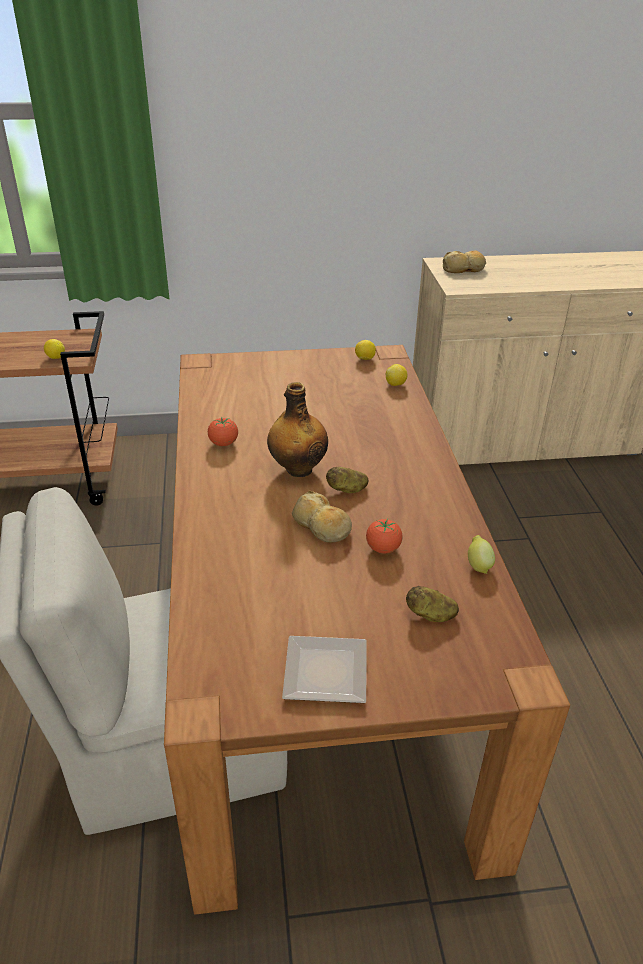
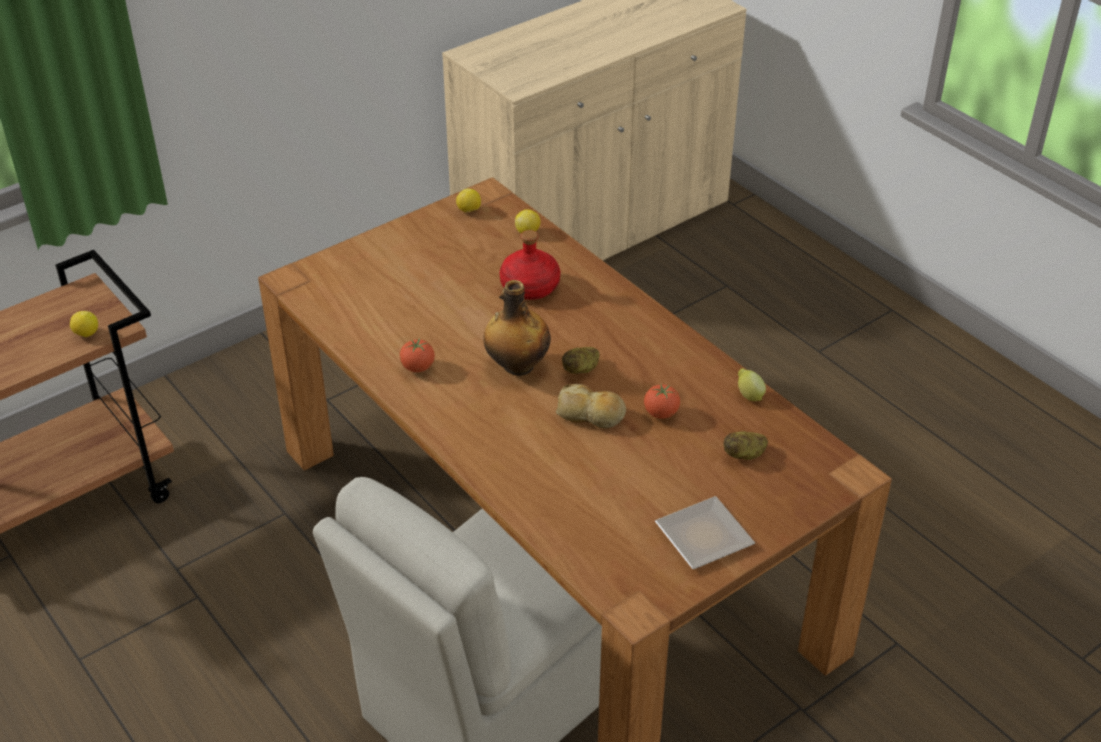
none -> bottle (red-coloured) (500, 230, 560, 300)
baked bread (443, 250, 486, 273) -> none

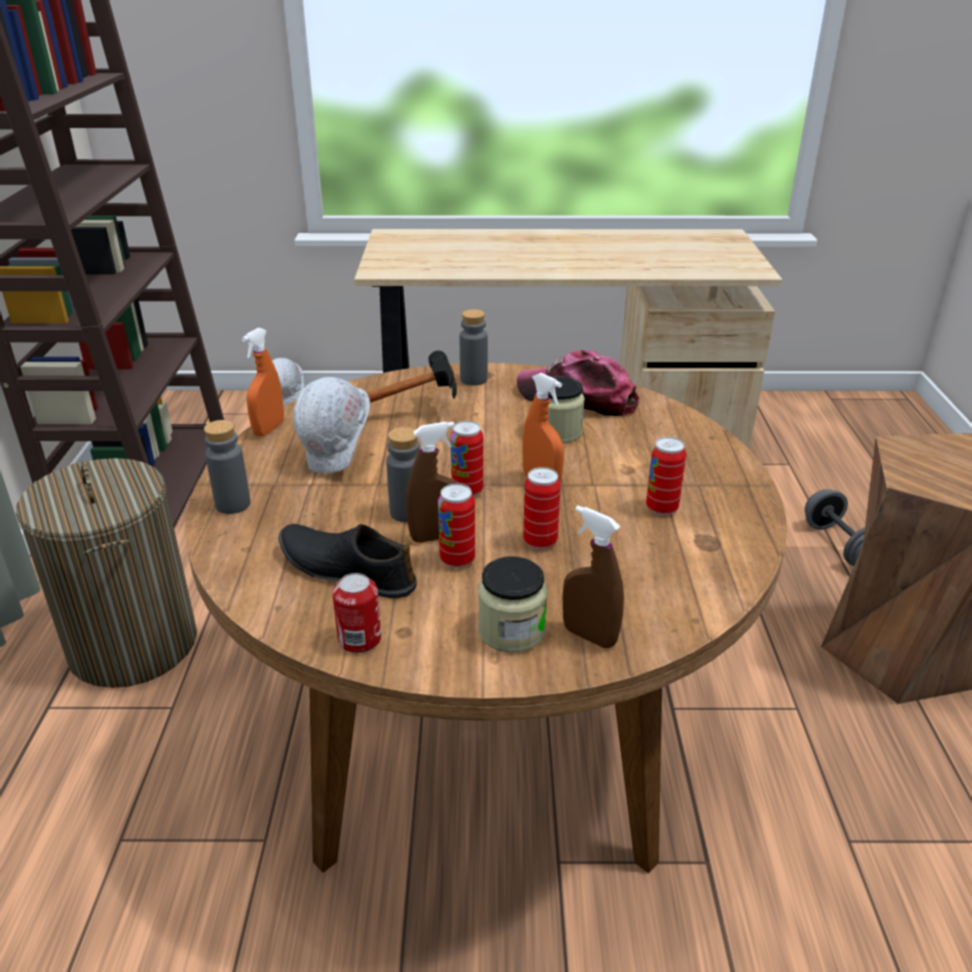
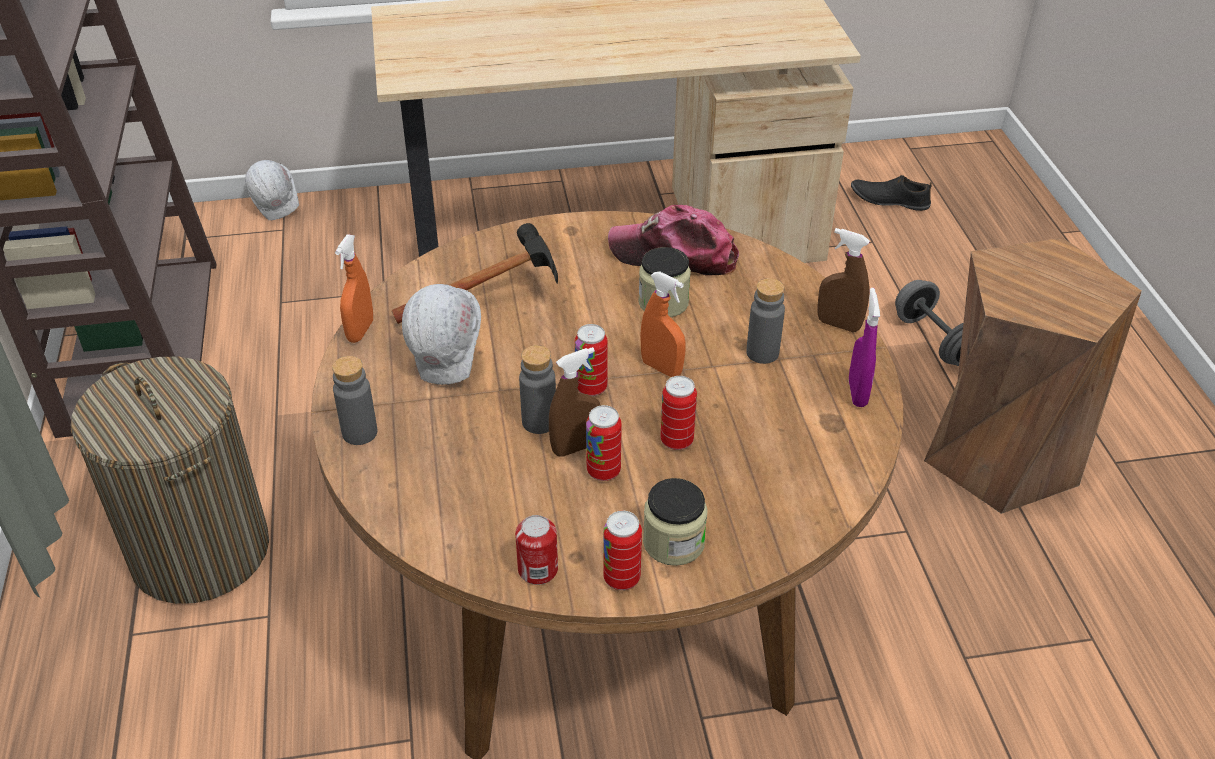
can (646, 437, 686, 516) -> can (603, 511, 642, 590), relocated
bottle (greyish) (460, 309, 488, 386) -> bottle (greyish) (746, 278, 785, 364), relocated
sprayer (brown-coloured) (563, 505, 624, 648) -> sprayer (brown-coloured) (818, 228, 870, 332), relocated
none -> sprayer (purplish) (849, 288, 880, 407)
item of footwear (black-coloured) (279, 524, 417, 598) -> item of footwear (black-coloured) (851, 175, 932, 211), relocated

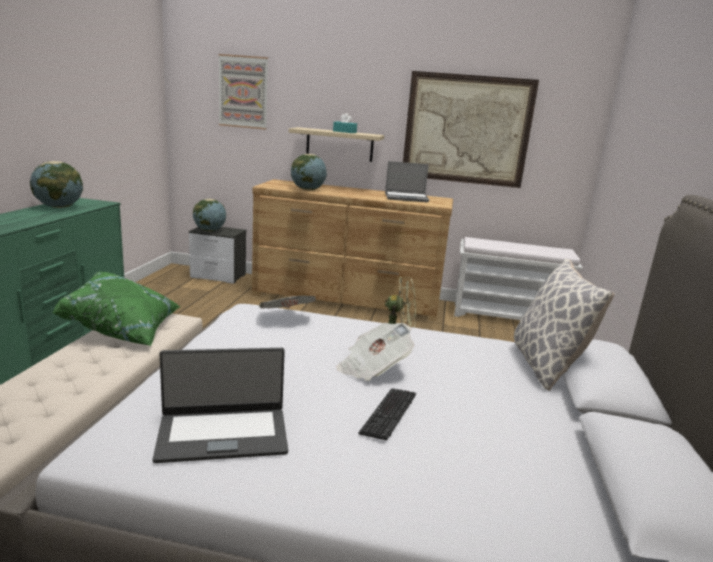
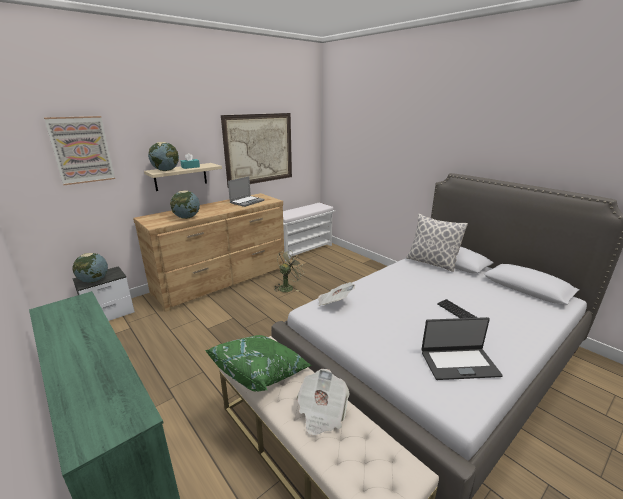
globe (30, 161, 83, 208) -> globe (148, 142, 179, 171), relocated
printed paper (337, 323, 414, 381) -> printed paper (297, 369, 350, 435), relocated
notebook computer (153, 348, 288, 463) -> notebook computer (421, 317, 503, 380), 60 degrees clockwise

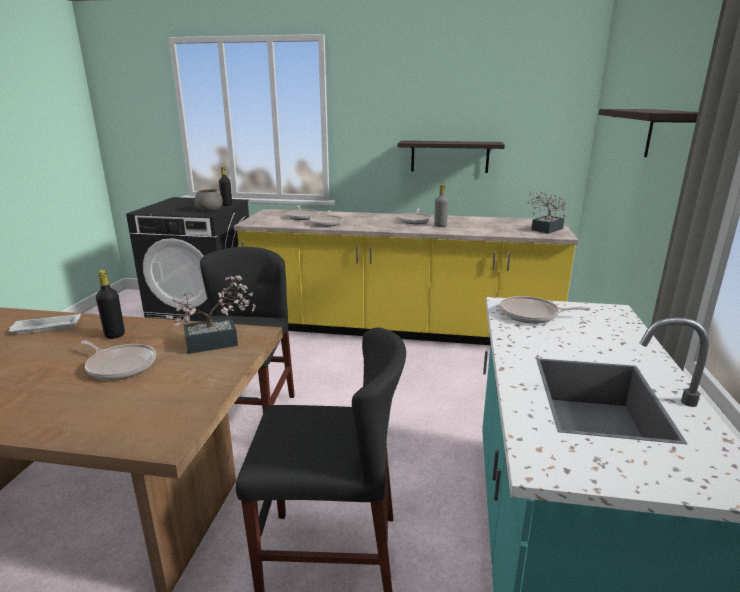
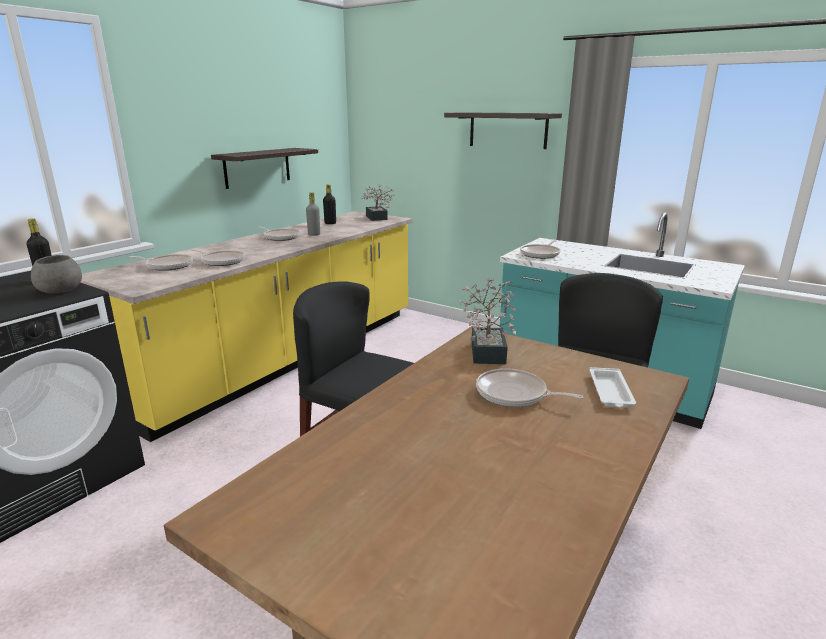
bottle (black-coloured) (96, 270, 125, 339) -> bottle (black-coloured) (323, 185, 336, 224), relocated
pan (81, 340, 156, 380) -> pan (476, 368, 584, 407), 120 degrees counterclockwise
serving tray (white) (9, 313, 81, 334) -> serving tray (white) (589, 367, 636, 407), relocated

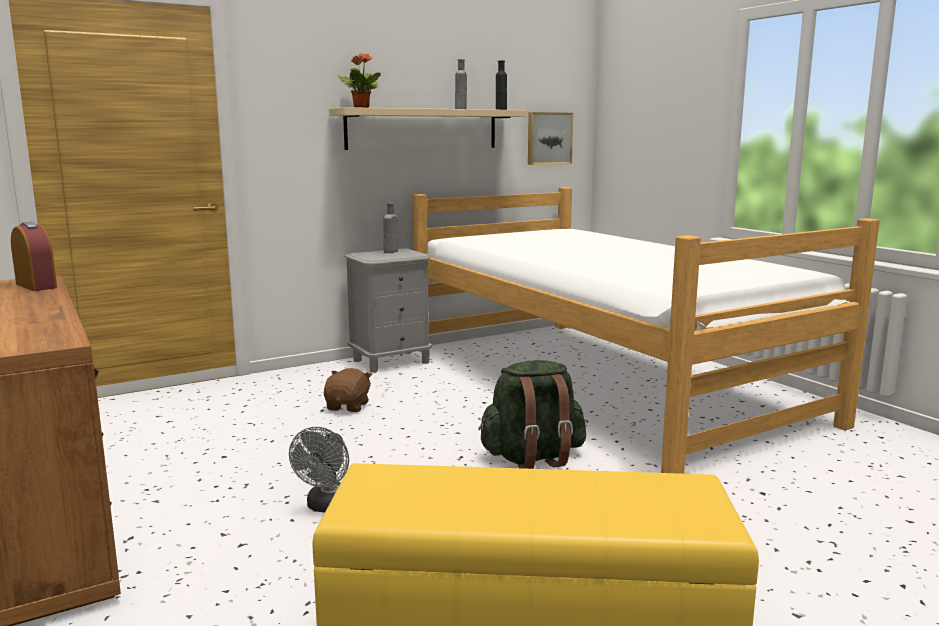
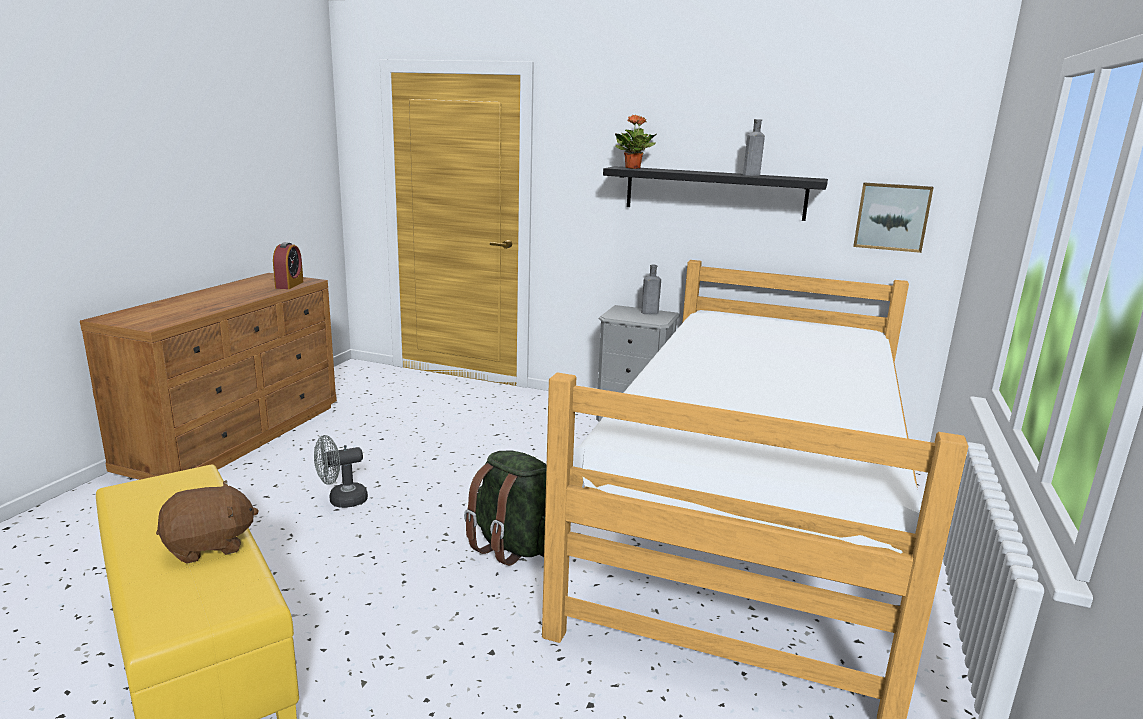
cuddly toy (brown-coloured) (324, 368, 372, 412) -> cuddly toy (brown-coloured) (156, 480, 259, 564), relocated
wall shelf (beige-coloured) (329, 107, 526, 150) -> wall shelf (black-coloured) (603, 166, 828, 221)
bottle (black-coloured) (496, 60, 507, 110) -> none

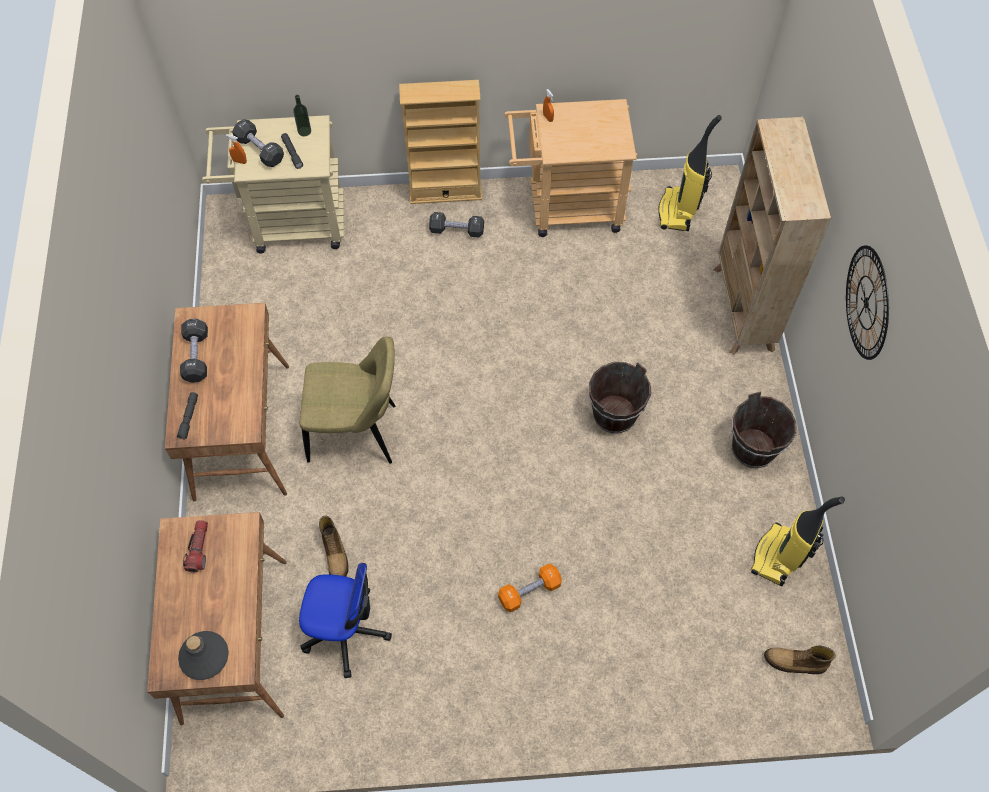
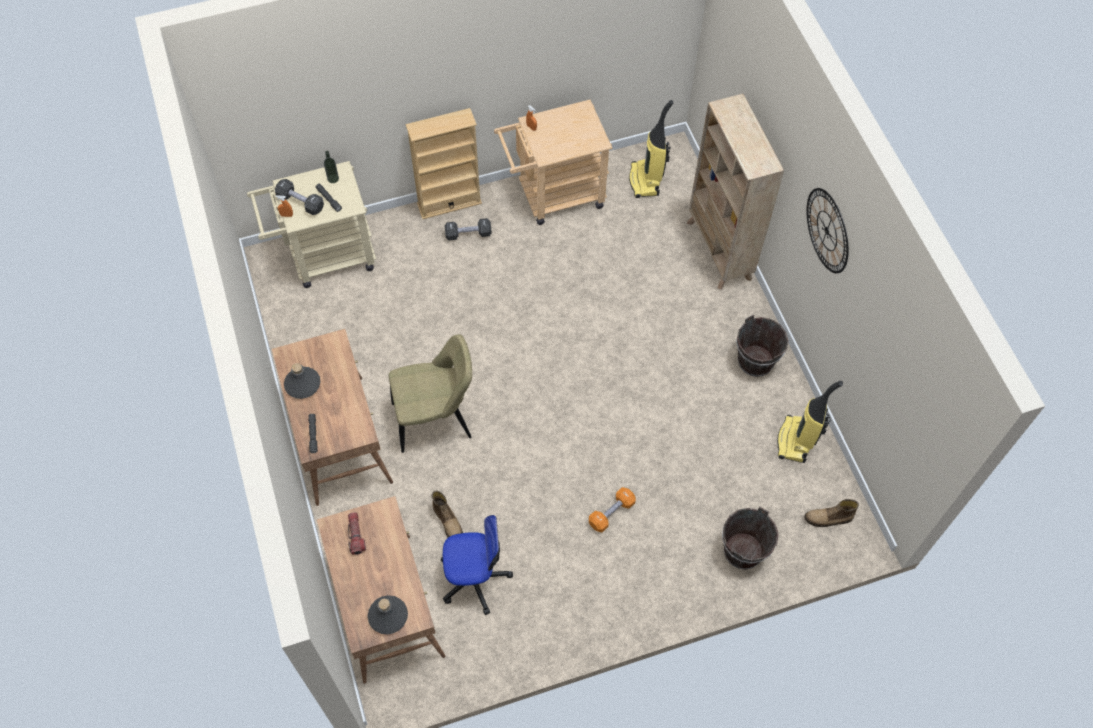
hand weight (black-coloured) (180, 319, 208, 383) -> bottle (greyish) (284, 363, 320, 399)
bucket (brown-coloured) (589, 362, 651, 433) -> bucket (brown-coloured) (722, 507, 779, 570), relocated

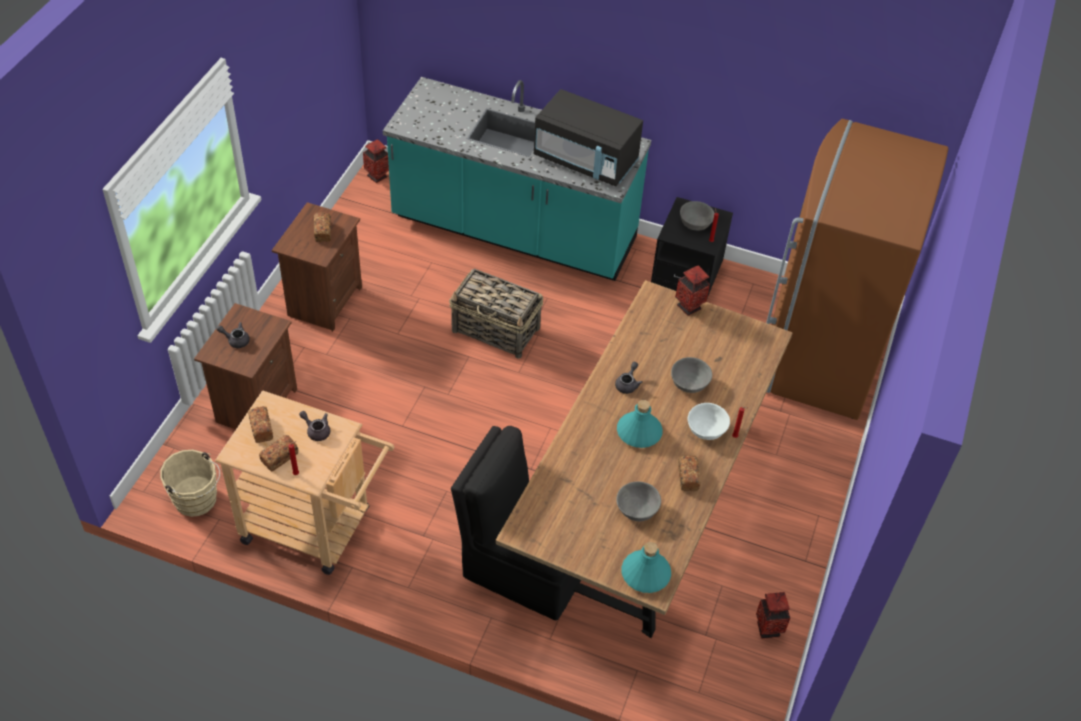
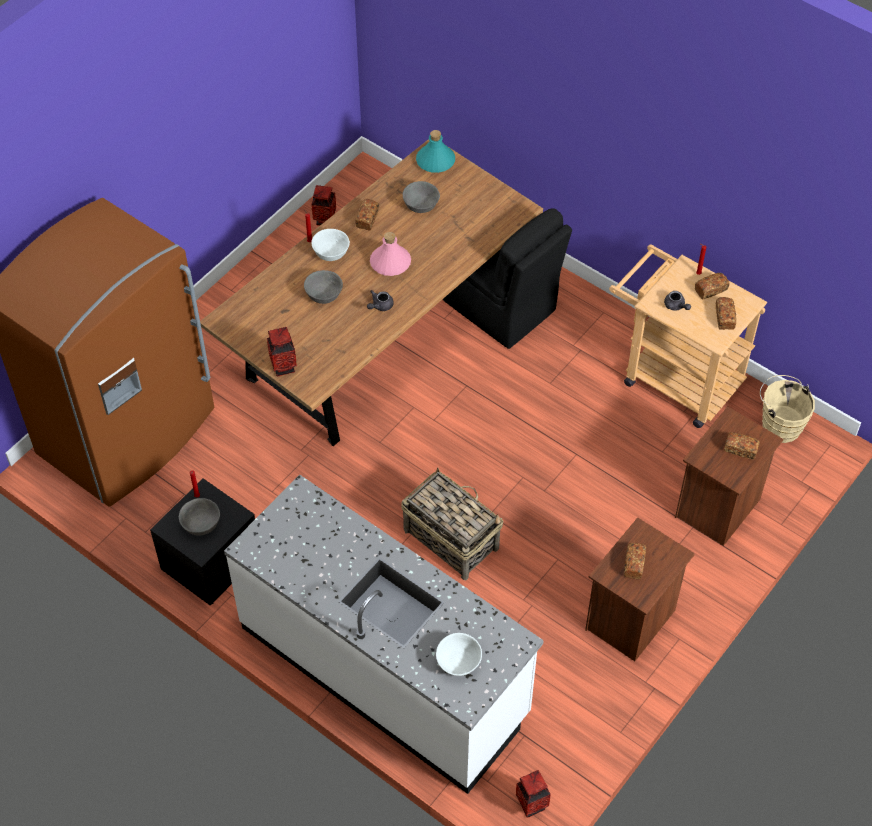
counter (turquoise) (383, 77, 651, 281) -> counter (white) (224, 475, 544, 794)
bottle (turquoise) (617, 400, 663, 448) -> bottle (pinkish) (370, 232, 411, 276)
none -> serving bowl (white) (436, 633, 482, 676)
pot for tea (greyish) (217, 322, 250, 348) -> baked bread (724, 432, 760, 459)
kitchen microwave (black-coloured) (534, 89, 643, 186) -> none

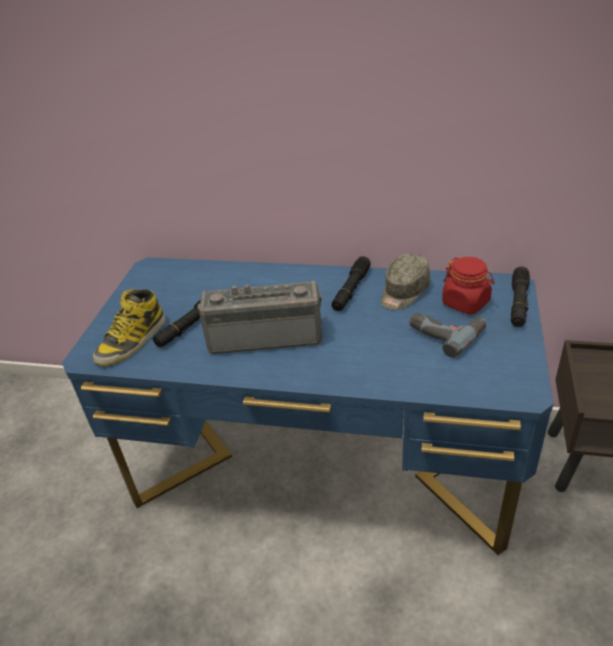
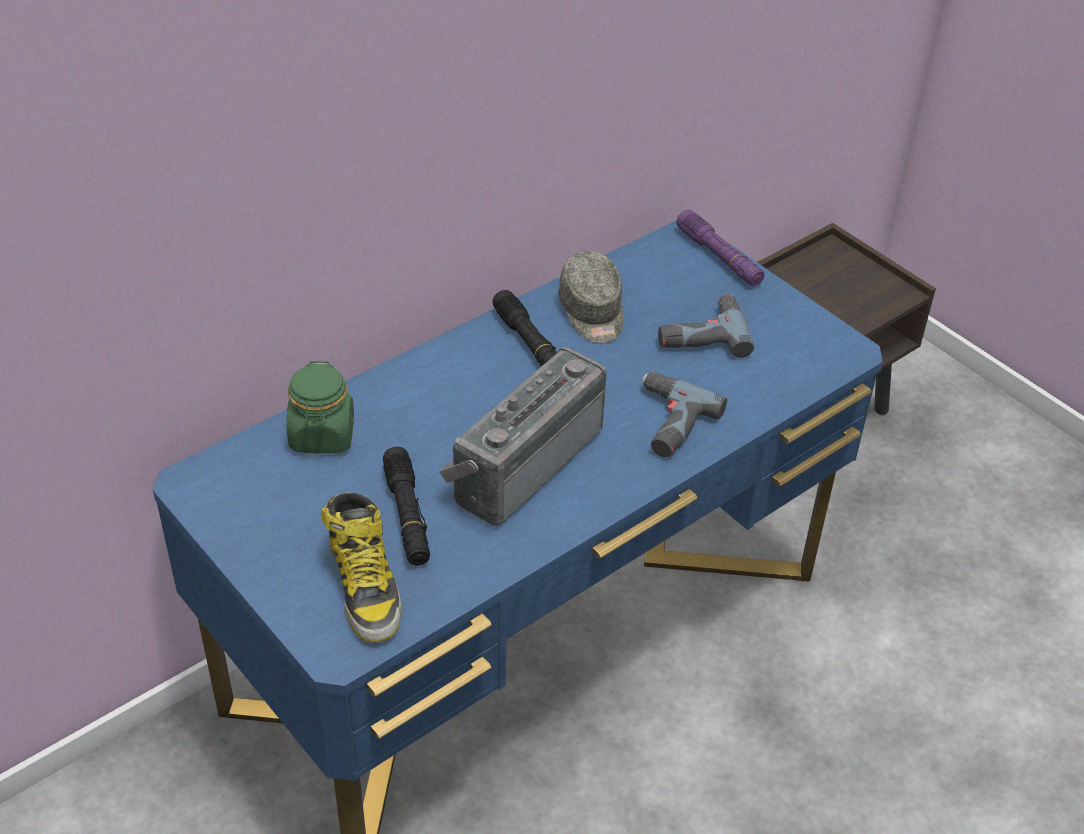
none -> preserve jar (greenish) (286, 361, 354, 453)
none -> electric drill (642, 372, 727, 457)
flashlight (black-coloured) (511, 267, 530, 327) -> flashlight (purplish) (676, 209, 764, 286)
preserve jar (red-coloured) (442, 257, 495, 315) -> none

